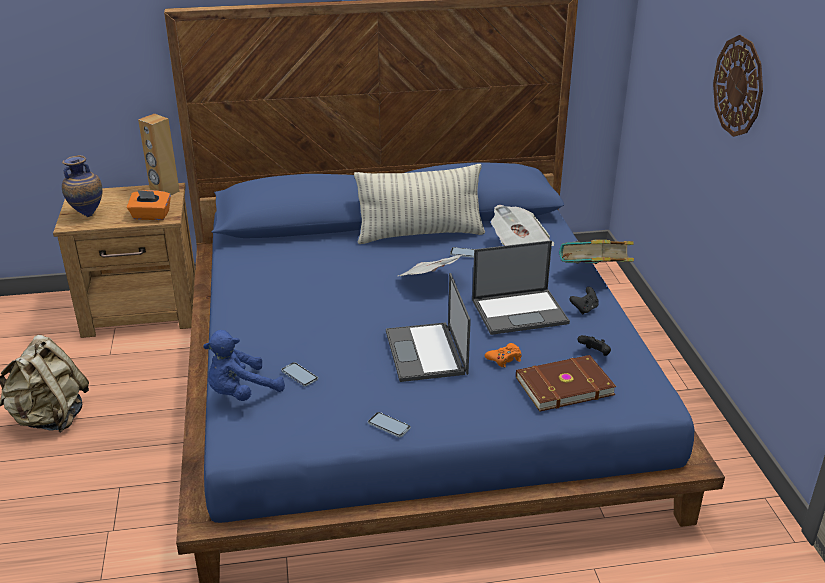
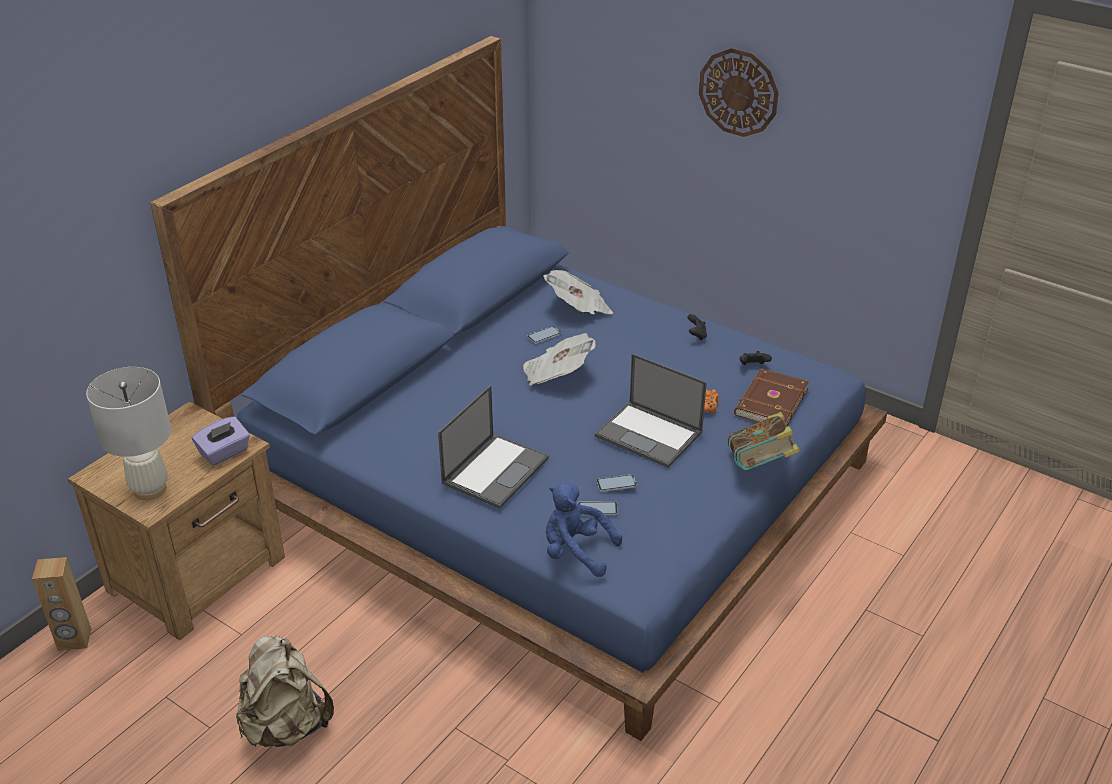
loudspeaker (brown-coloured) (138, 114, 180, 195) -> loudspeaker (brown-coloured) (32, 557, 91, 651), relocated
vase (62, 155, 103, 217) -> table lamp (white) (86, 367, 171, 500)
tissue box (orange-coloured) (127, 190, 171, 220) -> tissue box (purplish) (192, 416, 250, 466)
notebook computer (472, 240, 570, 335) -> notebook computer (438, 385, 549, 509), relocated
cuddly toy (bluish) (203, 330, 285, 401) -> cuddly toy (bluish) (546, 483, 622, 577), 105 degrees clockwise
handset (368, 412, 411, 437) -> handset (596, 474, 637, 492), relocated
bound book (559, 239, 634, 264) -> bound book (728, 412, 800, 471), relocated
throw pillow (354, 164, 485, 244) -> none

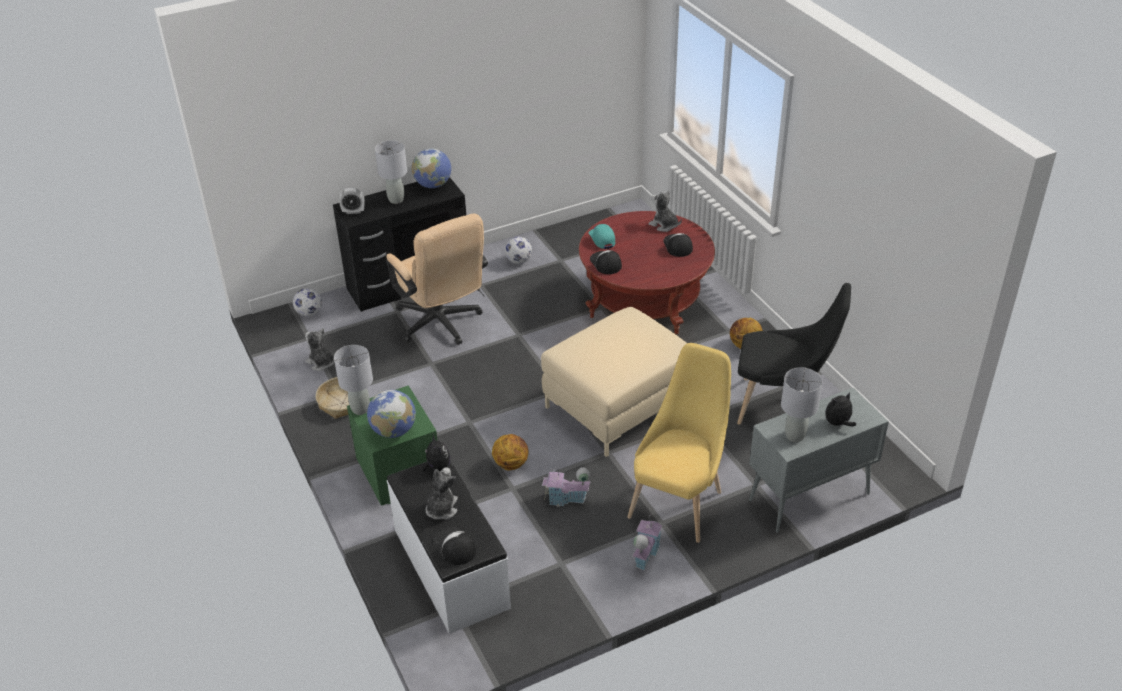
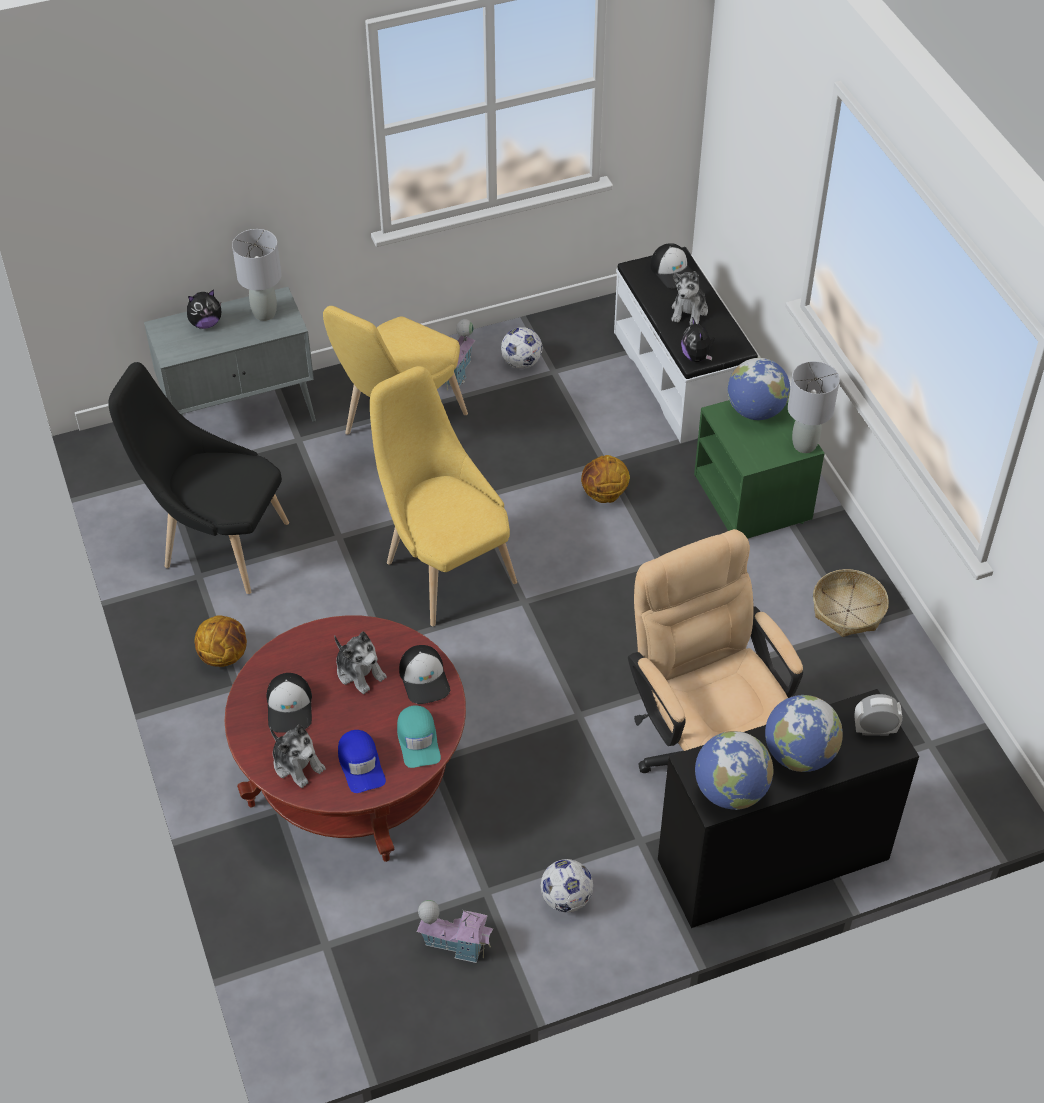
cuddly toy (305, 328, 334, 371) -> cuddly toy (334, 632, 387, 694), relocated
none -> baseball cap (bluish) (338, 730, 386, 793)
pouffe (beige-coloured) (541, 307, 687, 457) -> plain chair (yellow) (370, 366, 517, 626)
model house (542, 466, 591, 507) -> model house (417, 900, 493, 963), relocated
ball for football (293, 288, 322, 317) -> ball for football (501, 327, 542, 369), relocated
table lamp (greyish) (375, 140, 407, 204) -> globe (765, 695, 843, 772)

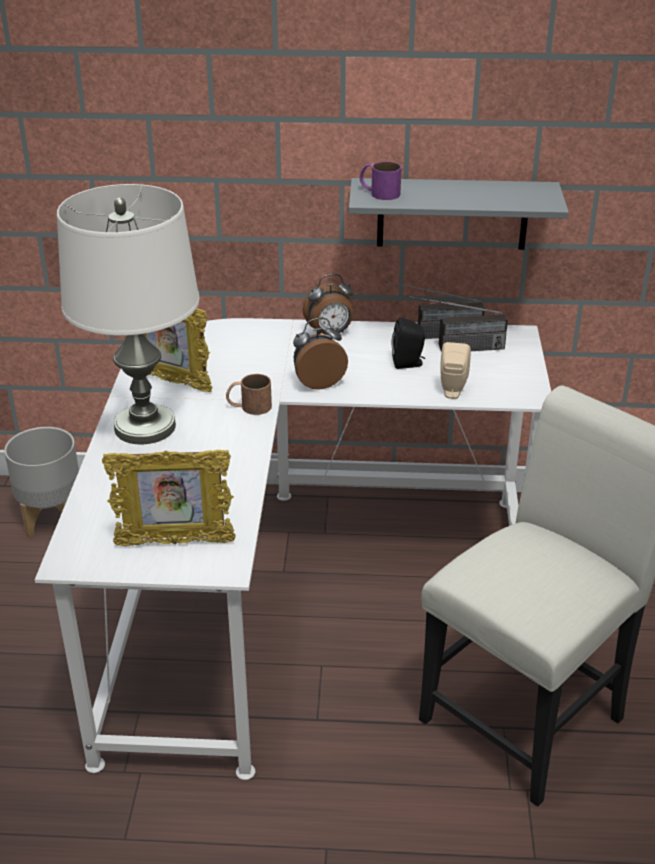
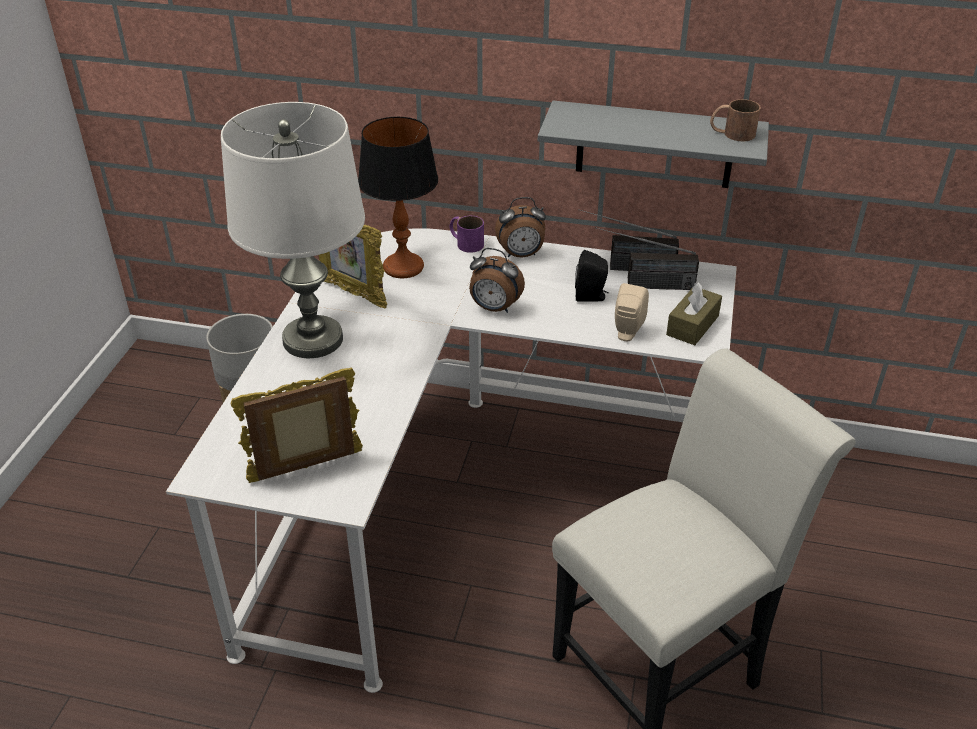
standing frame (102, 450, 236, 546) -> standing frame (230, 368, 363, 483), 150 degrees clockwise
none -> table lamp (358, 117, 438, 278)
tea mug (purplish) (360, 161, 402, 200) -> tea mug (purplish) (450, 216, 484, 253), relocated
bedside clock (293, 318, 348, 390) -> bedside clock (469, 248, 525, 313), 150 degrees counterclockwise
none -> tissue box (brown-coloured) (666, 283, 722, 345)
tea mug (brown-coloured) (226, 374, 272, 415) -> tea mug (brown-coloured) (710, 99, 761, 142), relocated

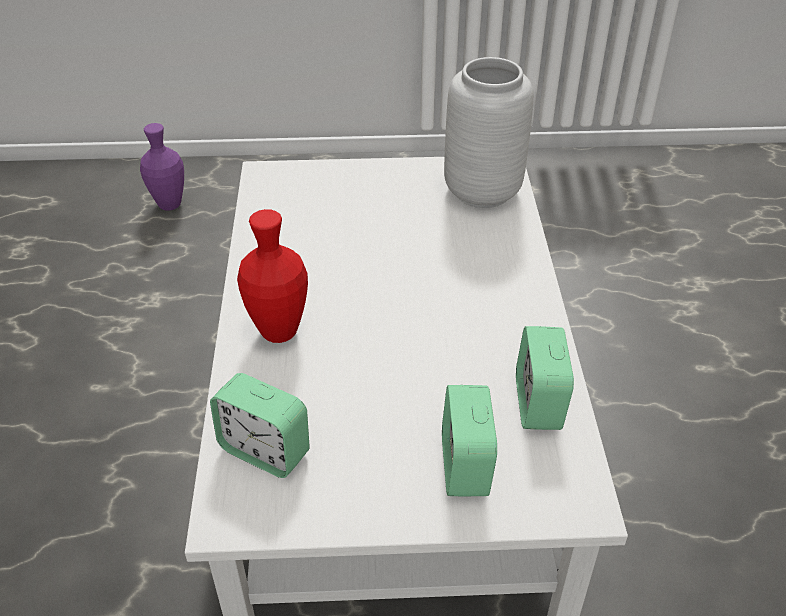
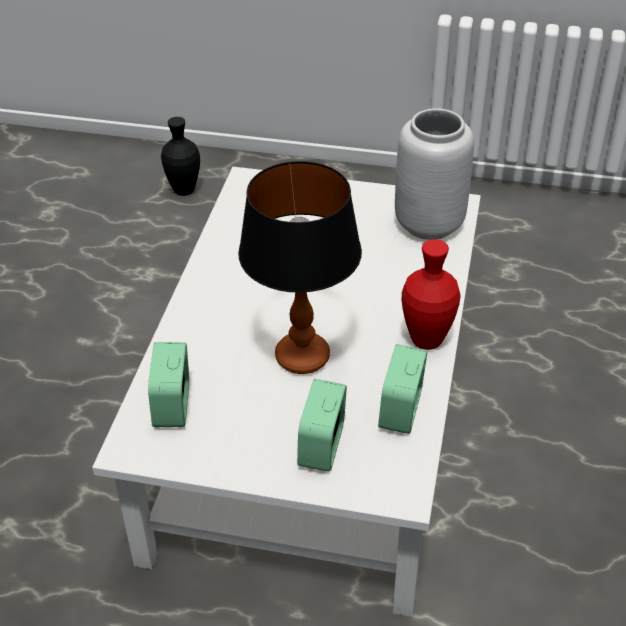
bedside clock (210, 373, 310, 478) -> bedside clock (148, 342, 189, 427), 45 degrees clockwise
vase (purplish) (140, 123, 184, 211) -> vase (black-coloured) (161, 117, 200, 196)
none -> table lamp (238, 161, 362, 374)
vase (red-coloured) (237, 209, 308, 343) -> vase (red-coloured) (401, 239, 461, 350), relocated

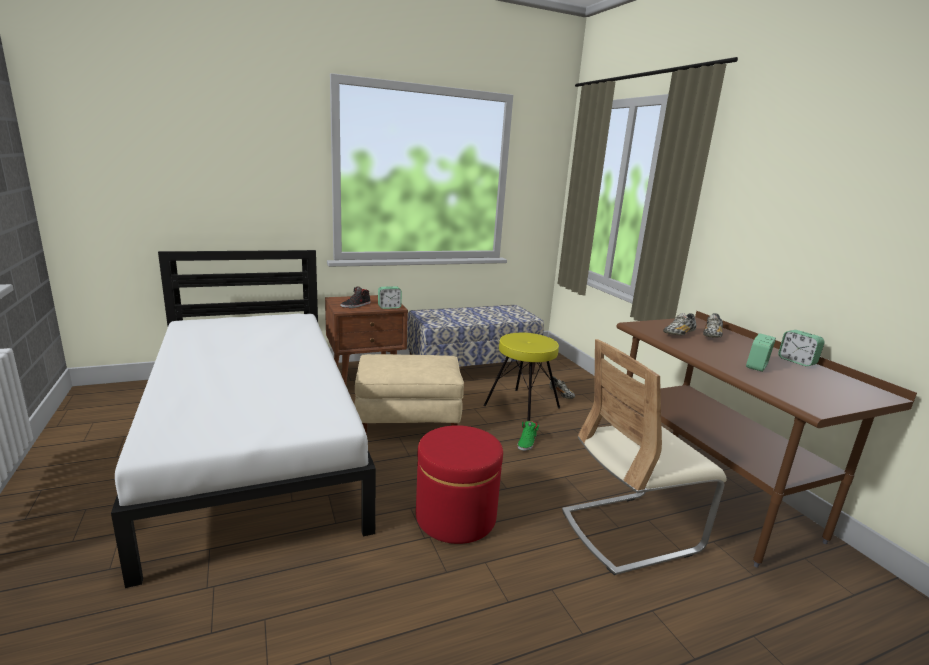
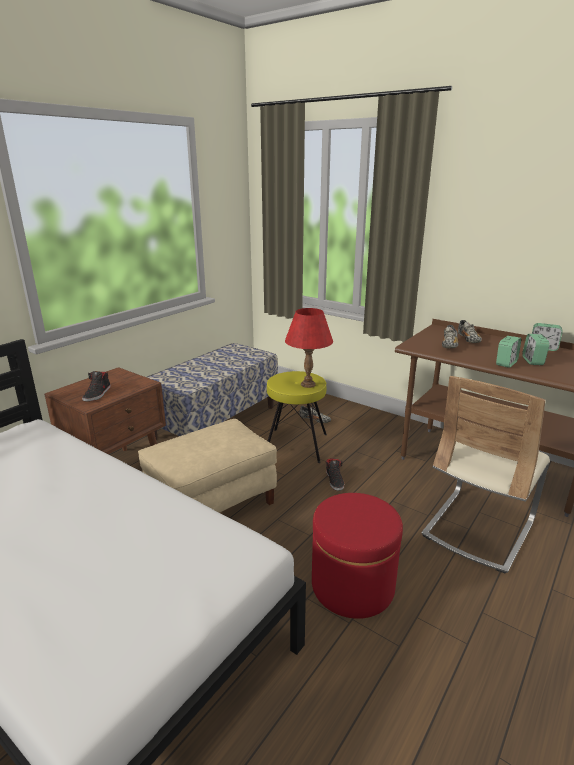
none -> table lamp (red-coloured) (285, 308, 333, 388)
item of footwear (greenish) (517, 421, 539, 451) -> item of footwear (black-coloured) (326, 458, 344, 491)
bedside clock (378, 286, 402, 309) -> bedside clock (496, 336, 521, 368), relocated

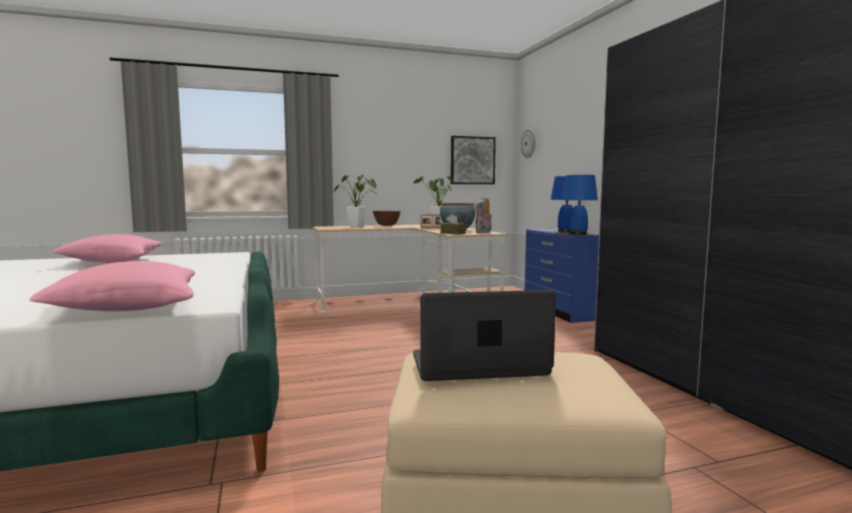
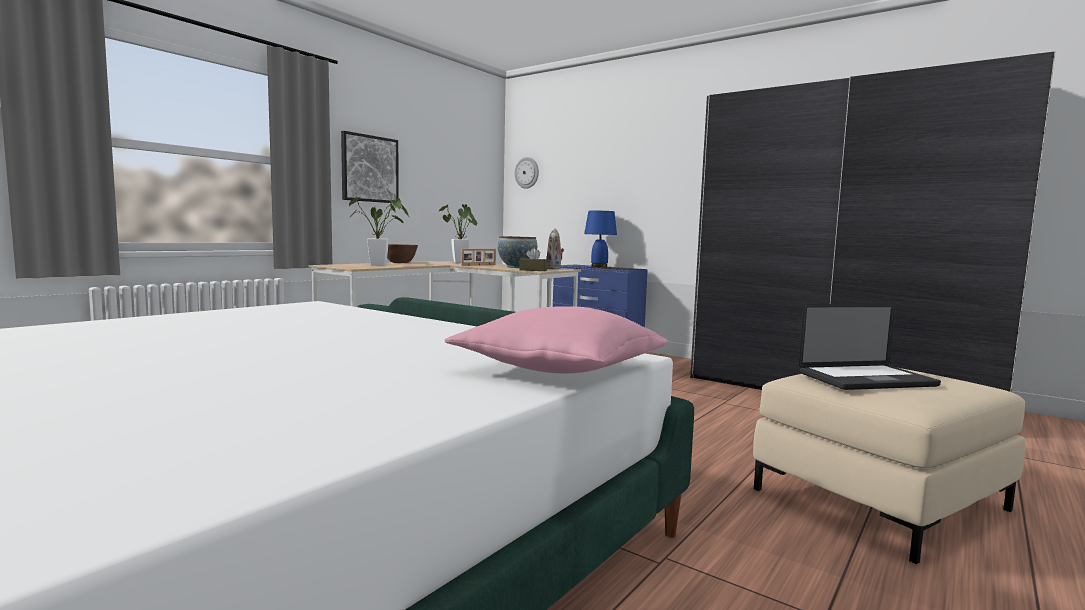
wall art (451, 136, 496, 184) -> wall art (341, 131, 399, 203), relocated
notebook computer (413, 290, 556, 381) -> notebook computer (799, 304, 941, 390), 150 degrees counterclockwise
throw pillow (pinkish) (52, 234, 162, 263) -> none
table lamp (bluish) (562, 175, 598, 235) -> none

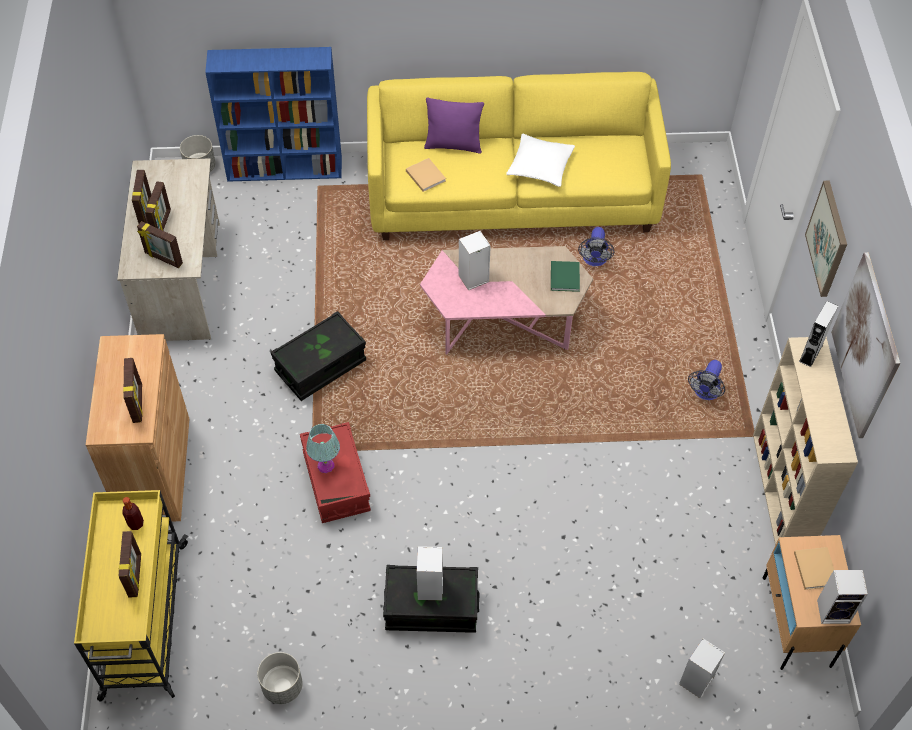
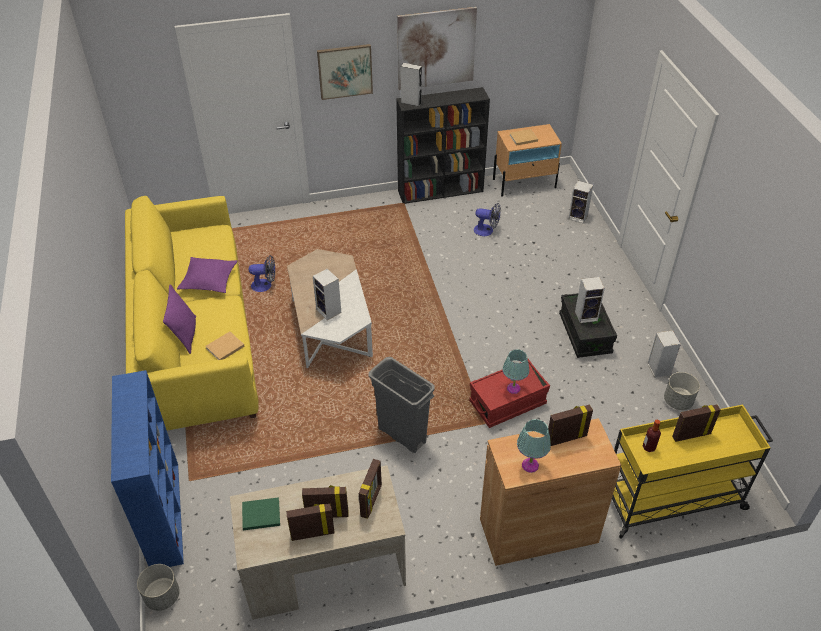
throw pillow (white) (506, 134, 575, 187) -> throw pillow (purplish) (177, 257, 237, 293)
bound book (greenish) (551, 261, 580, 292) -> bound book (greenish) (242, 497, 280, 530), relocated
coffee table (pinkish) (420, 246, 593, 355) -> coffee table (white) (287, 249, 373, 368)
storage container (black-coloured) (271, 311, 366, 401) -> rubbish bin (greyish) (369, 357, 435, 453)
bookcase (beige-coloured) (753, 337, 858, 545) -> bookcase (black-coloured) (396, 87, 490, 204)
cooling fan (688, 360, 725, 400) -> cooling fan (474, 203, 501, 236), relocated
none -> table lamp (turquoise) (517, 419, 551, 473)
loudspeaker (817, 570, 868, 624) -> loudspeaker (647, 330, 681, 378), relocated

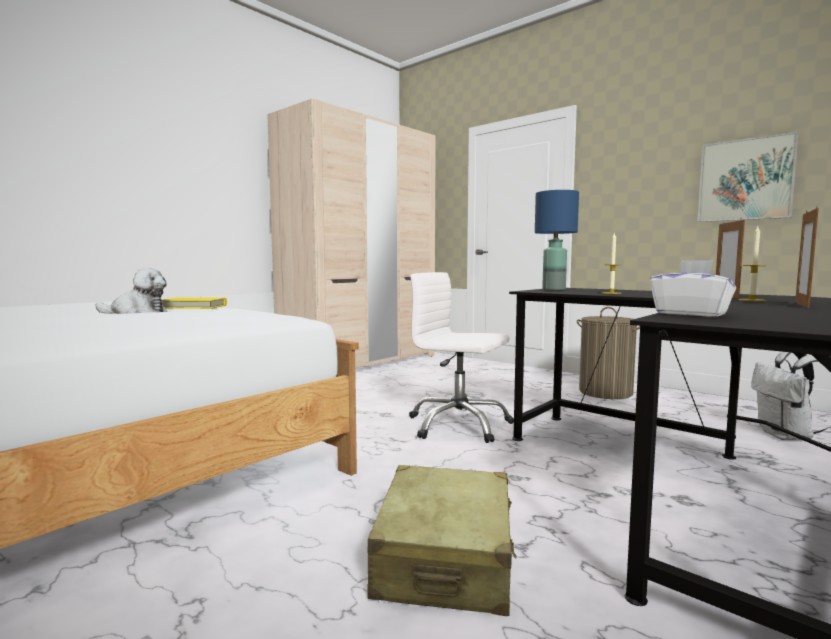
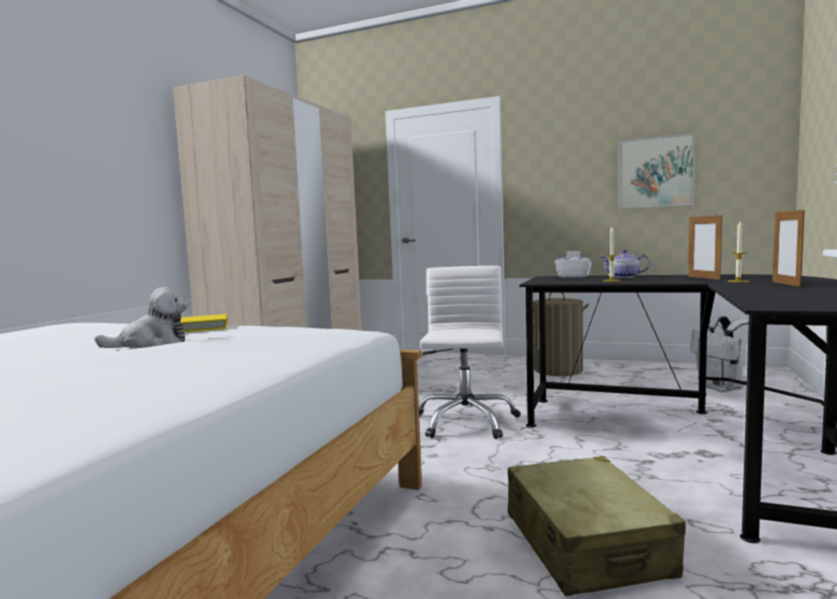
computer chair (white) (409, 272, 514, 443) -> computer chair (white) (419, 266, 521, 439), 90 degrees clockwise
tissue box (white) (650, 260, 736, 317) -> tissue box (white) (555, 250, 592, 277), relocated
none -> pot for tea (600, 250, 650, 278)
table lamp (bluish) (535, 190, 579, 290) -> none

